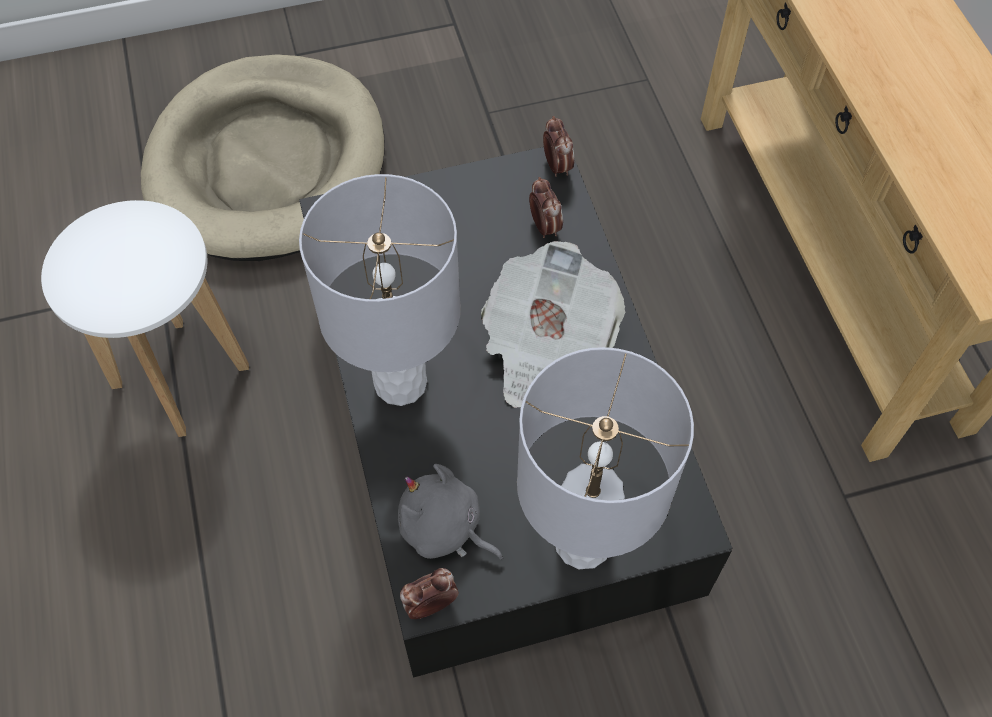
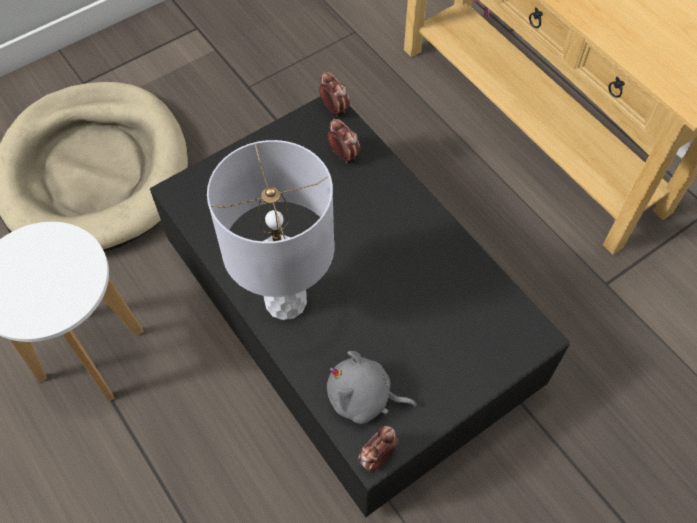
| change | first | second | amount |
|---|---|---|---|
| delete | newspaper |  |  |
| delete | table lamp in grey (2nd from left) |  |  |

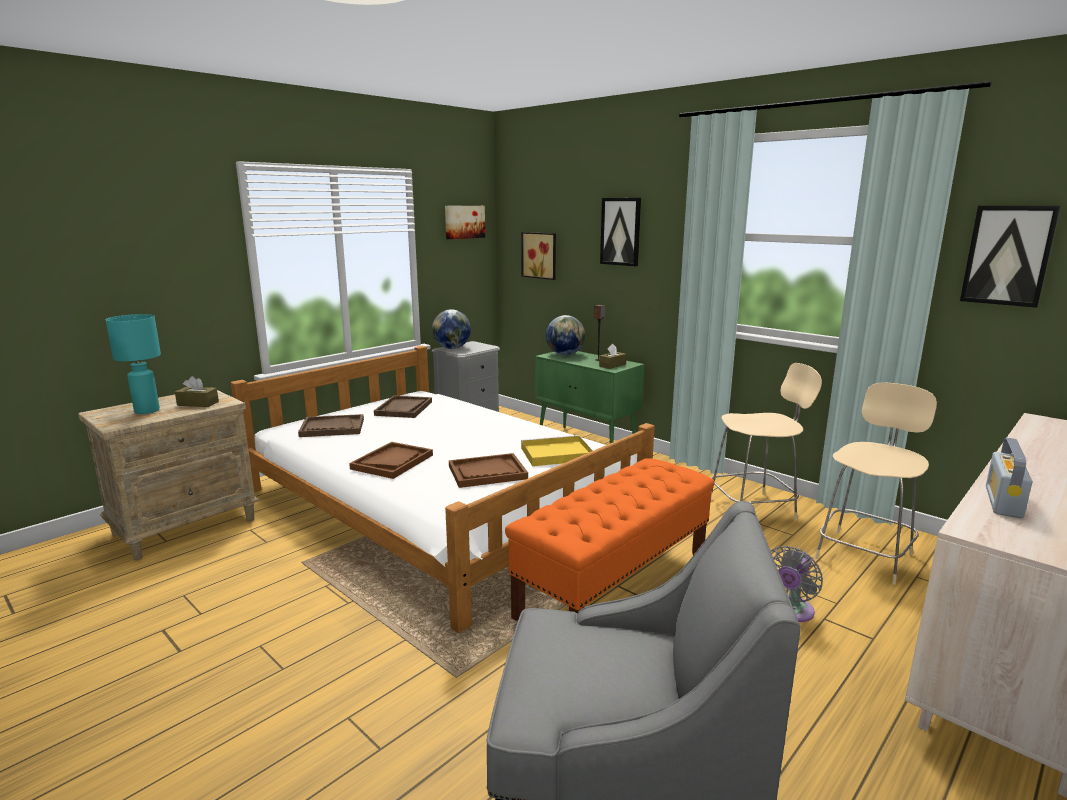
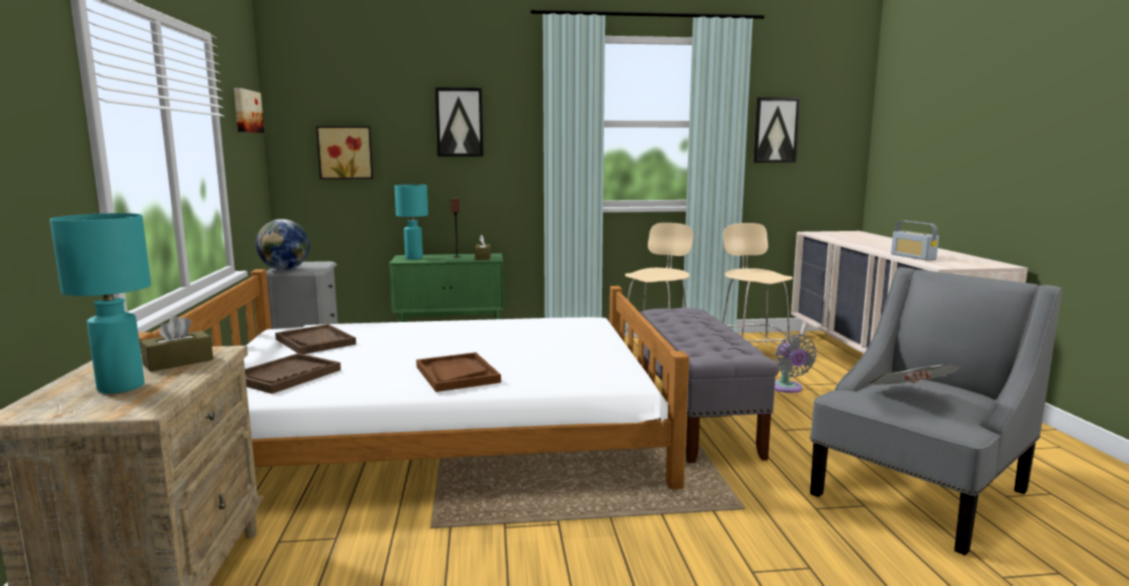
| change | first | second | amount |
|---|---|---|---|
| delete | tray in brown (4th from left) |  |  |
| recolor | bench in orange | bench in grey |  |
| delete | tray in yellow |  |  |
| replace | globe (2nd from left) | table lamp in turquoise (2nd from left) |  |
| insert |  | newspaper |  |

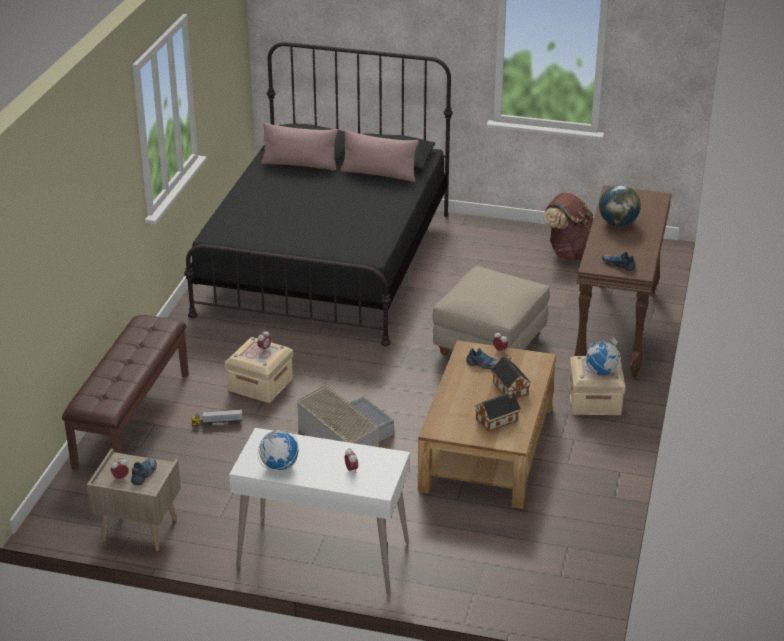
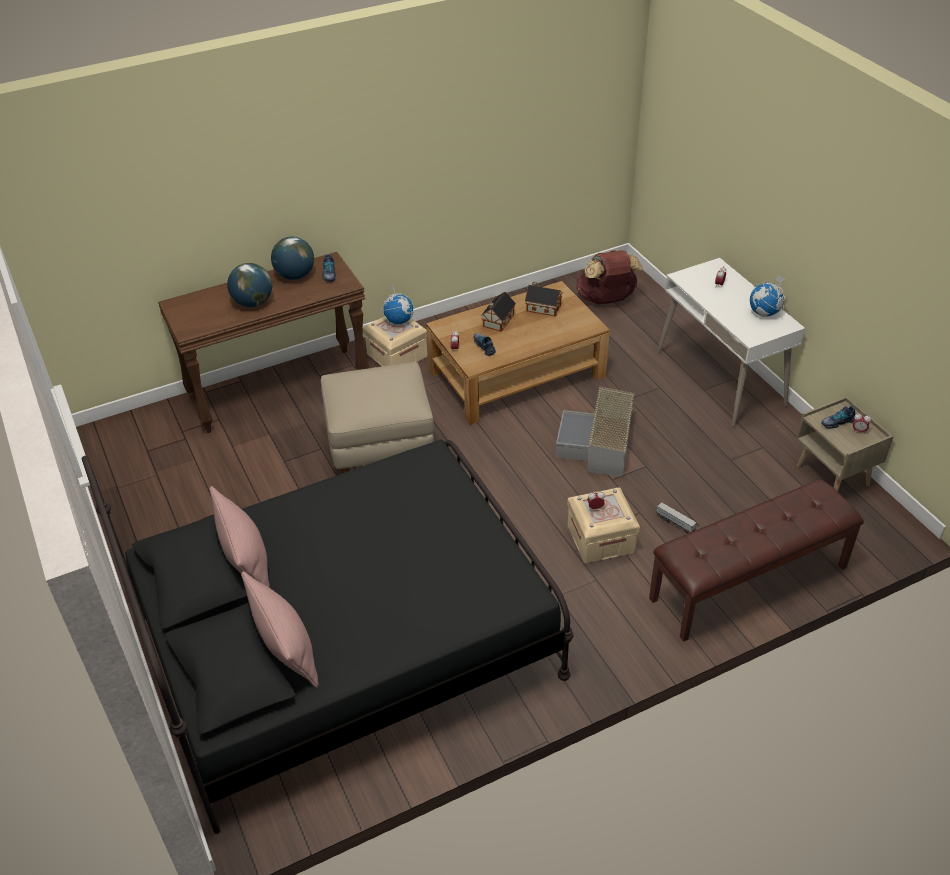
| change | first | second | amount |
|---|---|---|---|
| move | backpack in brown |  |  |
| insert |  | globe (2nd from left) |  |

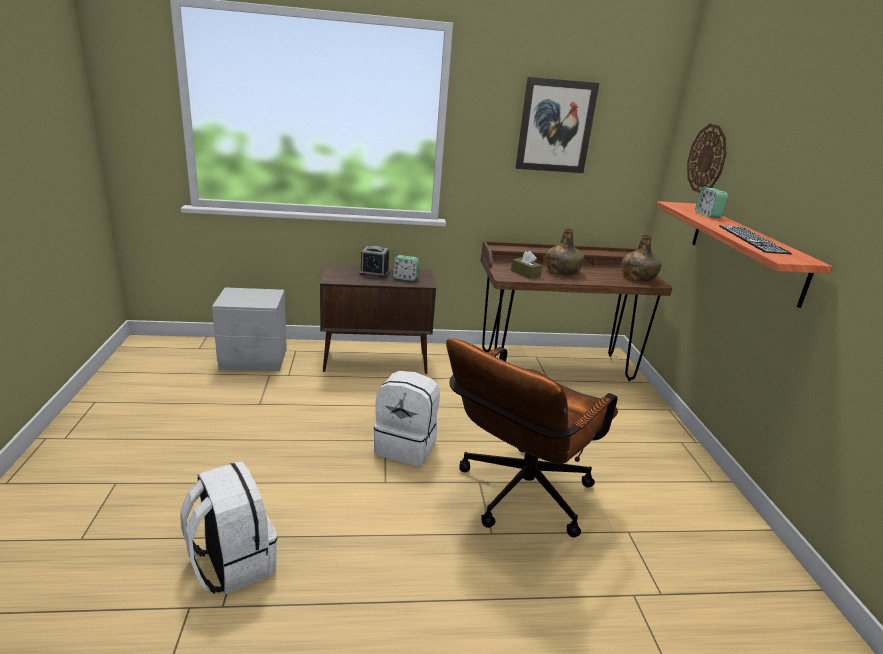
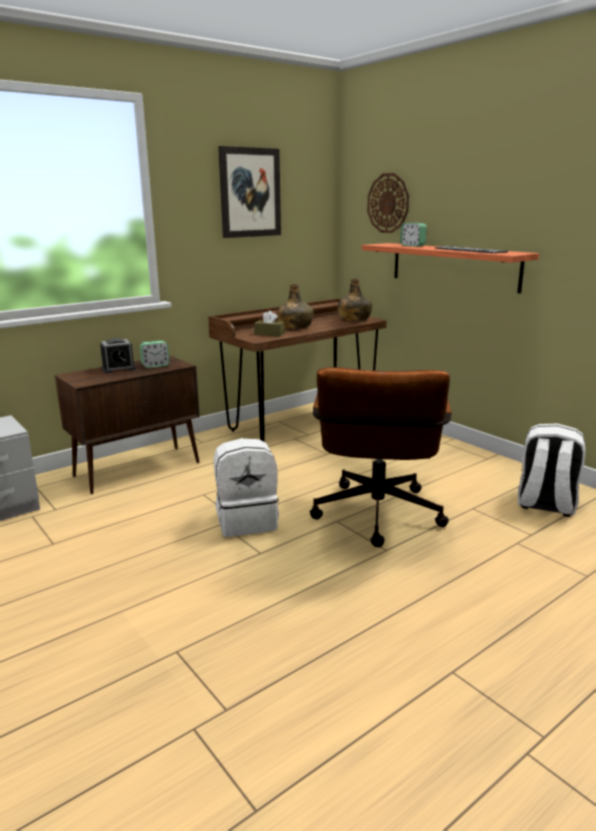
| change | first | second | amount |
|---|---|---|---|
| move | backpack in white (1st from left in the first image) | backpack in white (2nd from left) |  |

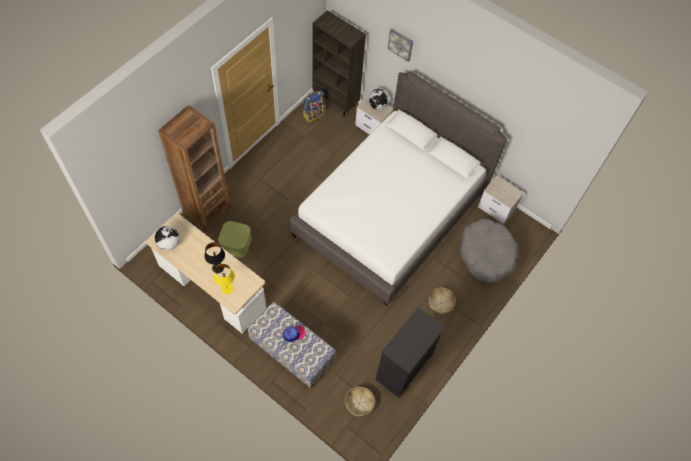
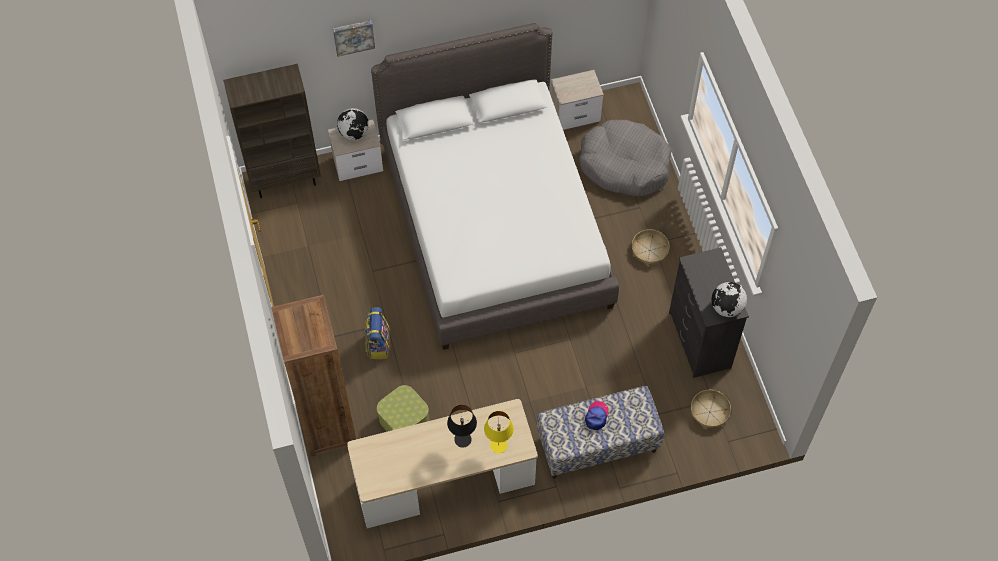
| change | first | second | amount |
|---|---|---|---|
| move | globe (1st from left in the first image) | globe (2nd from left) |  |
| move | backpack |  |  |

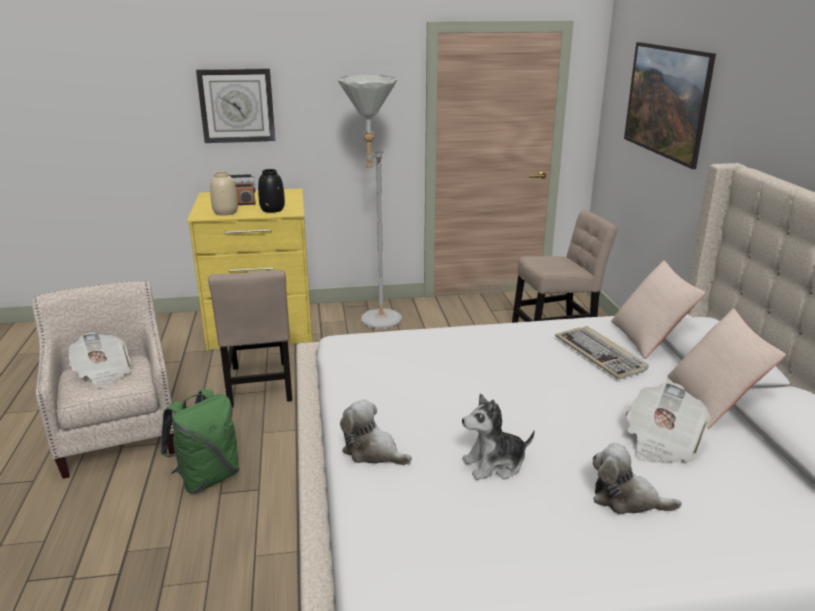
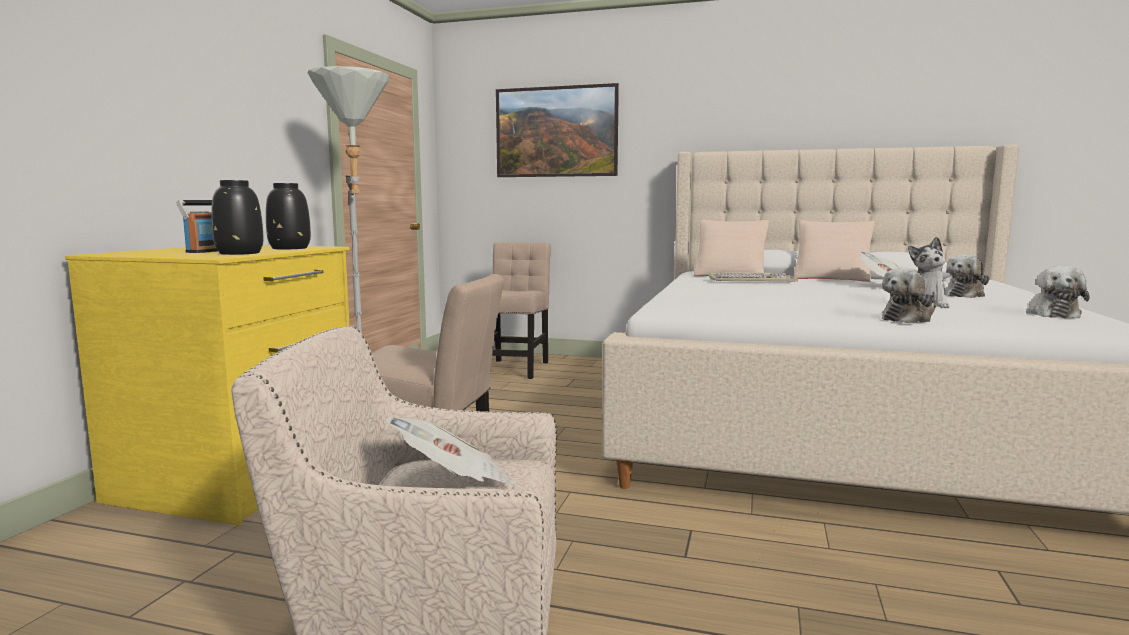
| change | first | second | amount |
|---|---|---|---|
| delete | backpack in green |  |  |
| delete | wall clock |  |  |
| recolor | vase in beige | vase in black (1st from left) |  |
| insert |  | plush toy (4th from left) |  |

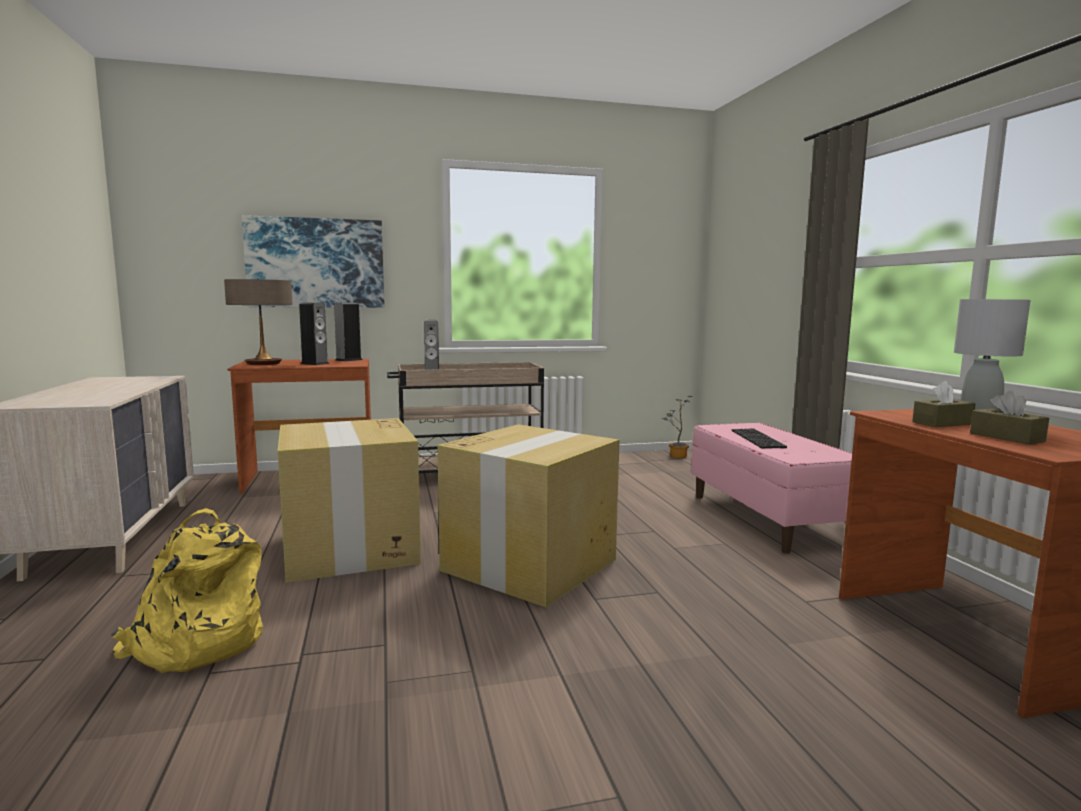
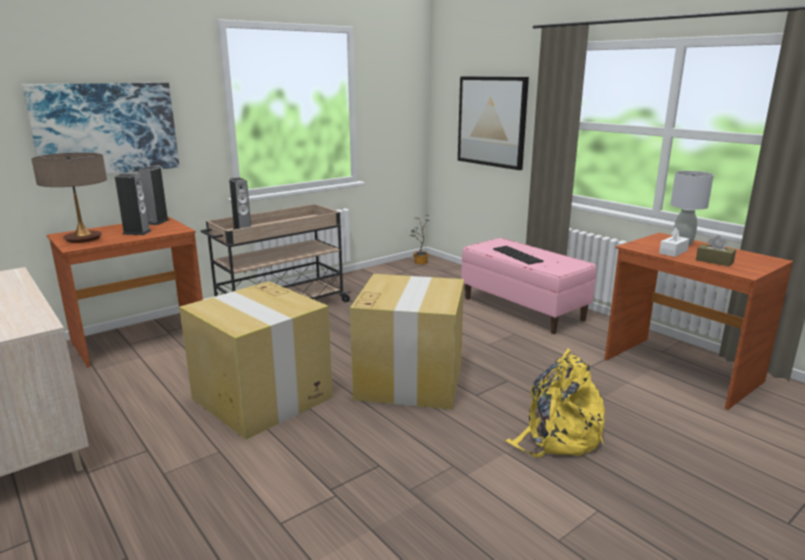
| change | first | second | amount |
|---|---|---|---|
| move | backpack in yellow |  |  |
| recolor | tissue box in brown (1st from left) | tissue box in white |  |
| insert |  | picture (2nd from left) |  |

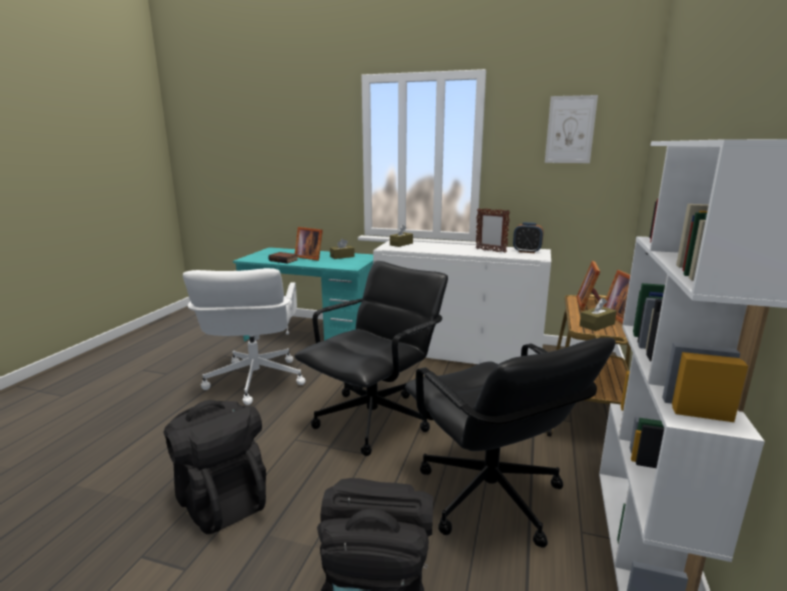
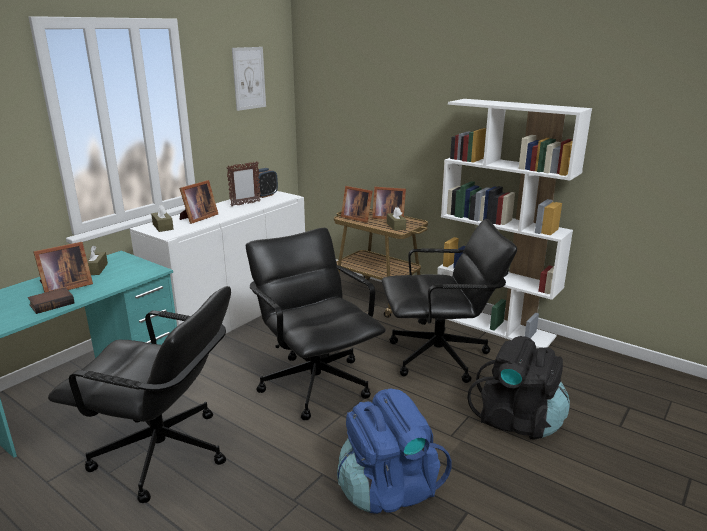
| change | first | second | amount |
|---|---|---|---|
| recolor | backpack in black (1st from left) | backpack in blue |  |
| recolor | office chair in white | office chair in black (1st from left) |  |
| insert |  | picture frame (2nd from left) |  |

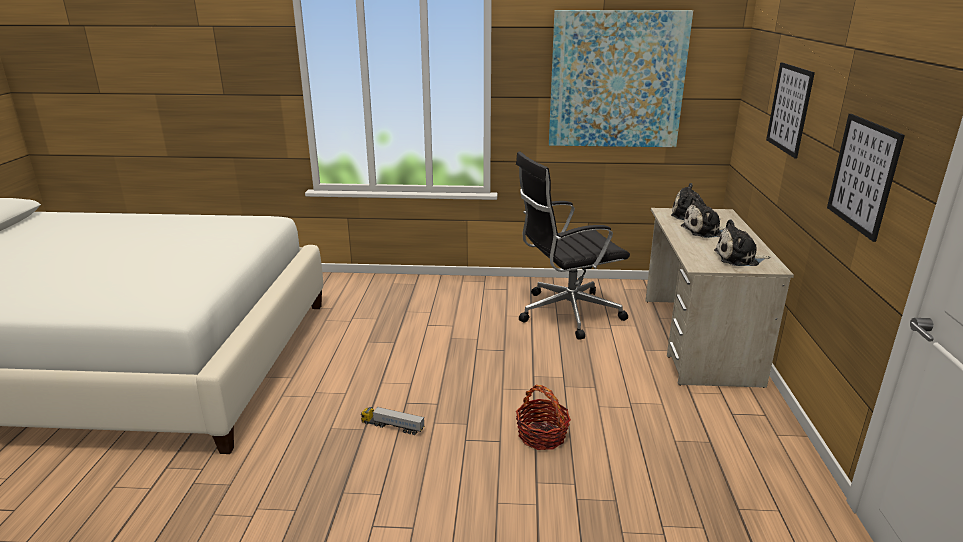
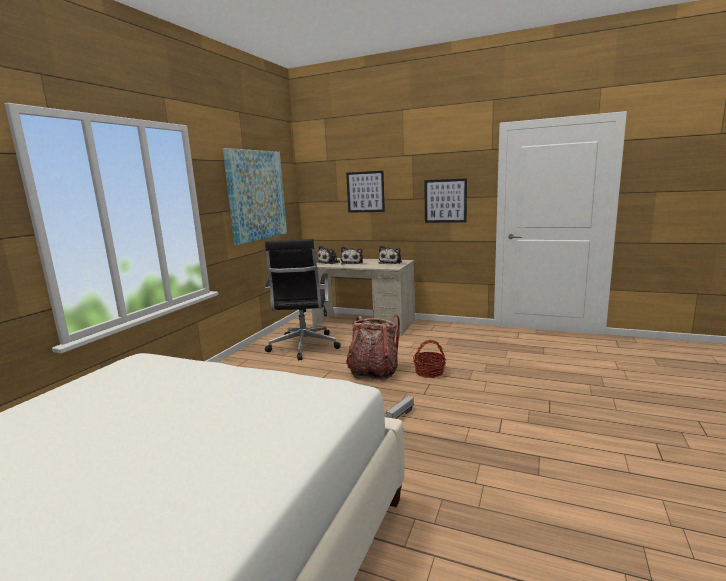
| change | first | second | amount |
|---|---|---|---|
| insert |  | backpack |  |

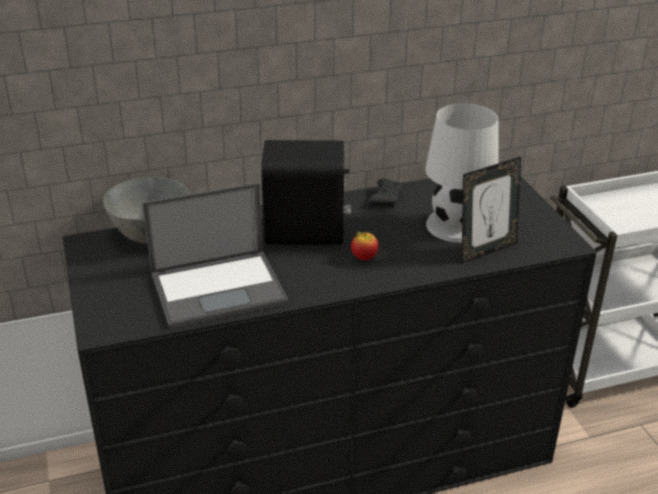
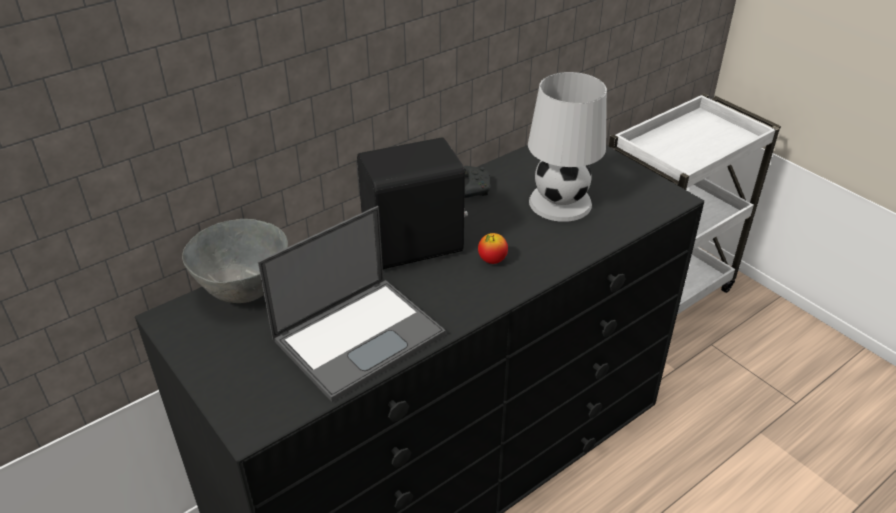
| change | first | second | amount |
|---|---|---|---|
| delete | picture frame |  |  |

